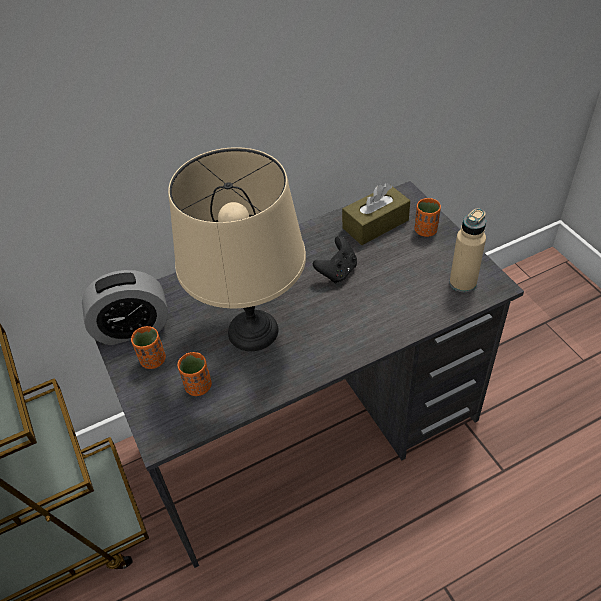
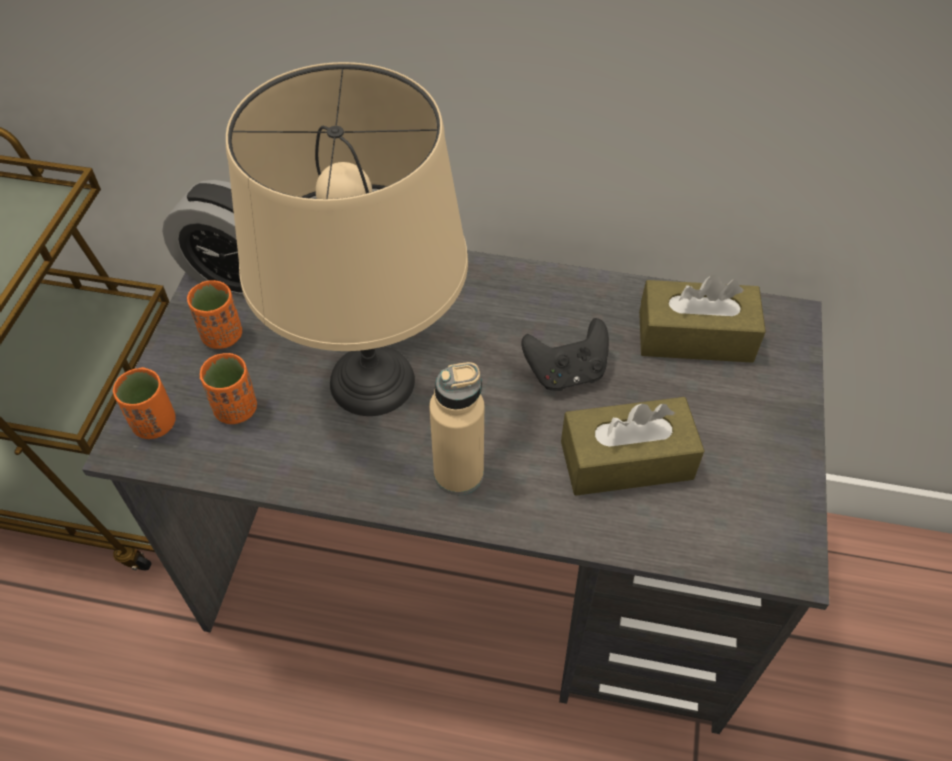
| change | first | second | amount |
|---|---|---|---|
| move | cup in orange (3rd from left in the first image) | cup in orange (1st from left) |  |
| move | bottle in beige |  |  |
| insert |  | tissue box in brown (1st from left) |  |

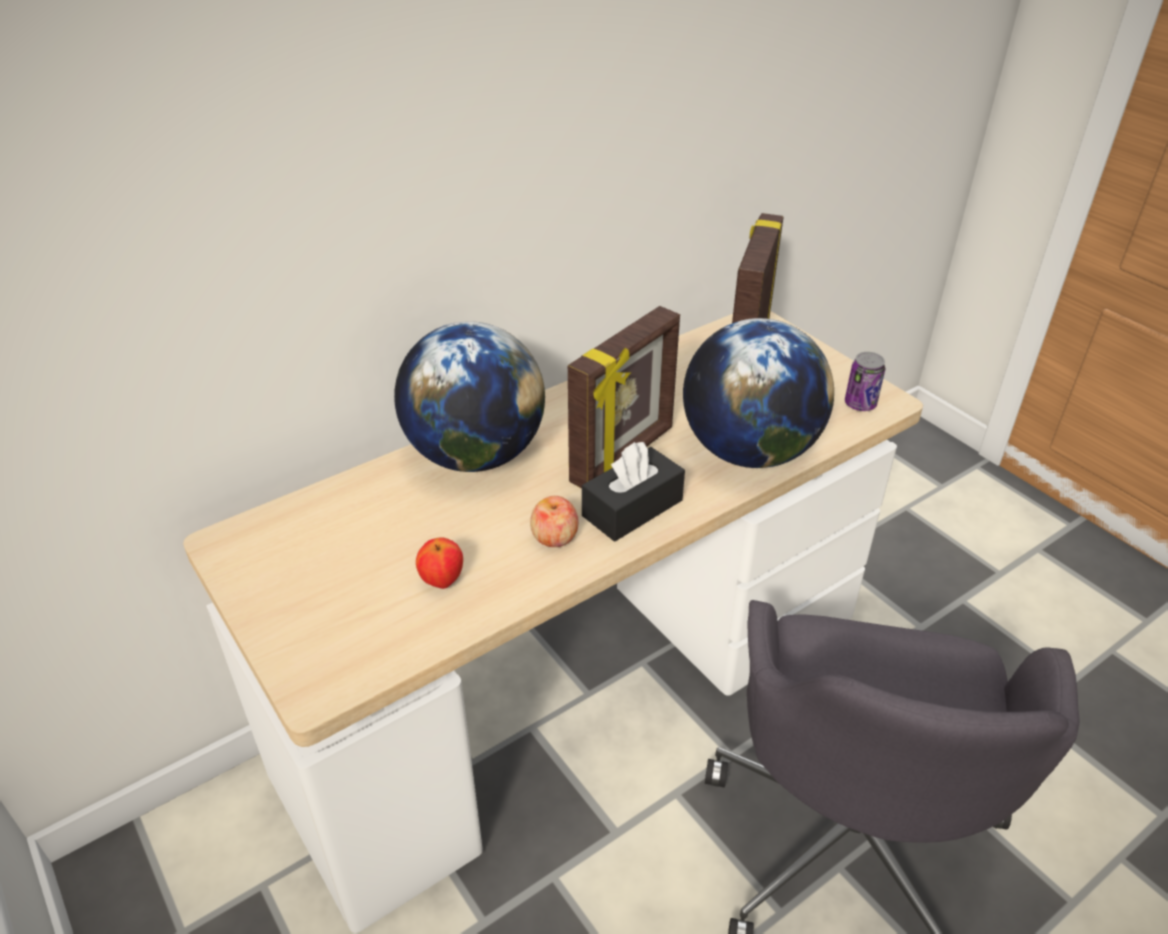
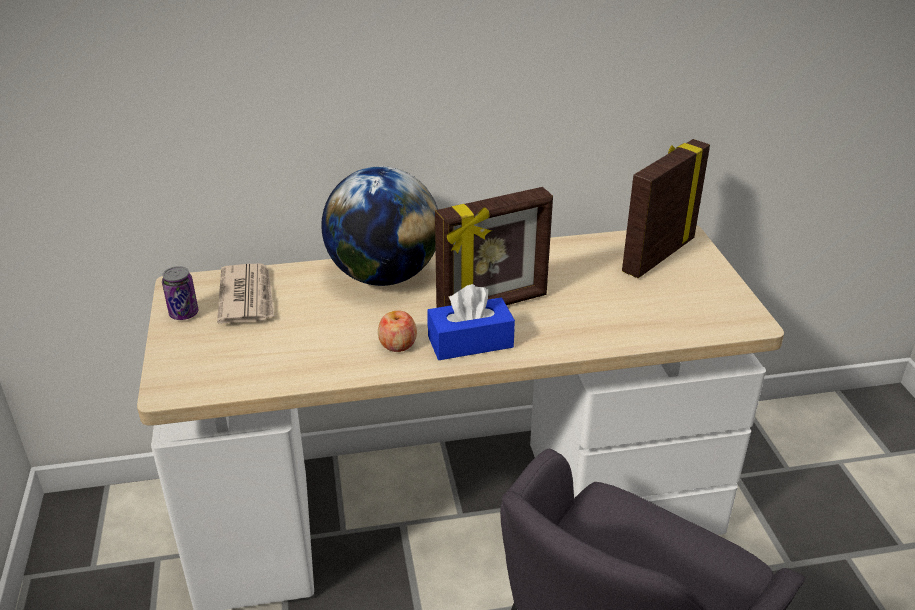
| change | first | second | amount |
|---|---|---|---|
| delete | apple (1st from left) |  |  |
| recolor | tissue box in black | tissue box in blue |  |
| delete | globe (2nd from left) |  |  |
| move | can |  |  |
| insert |  | newspaper |  |

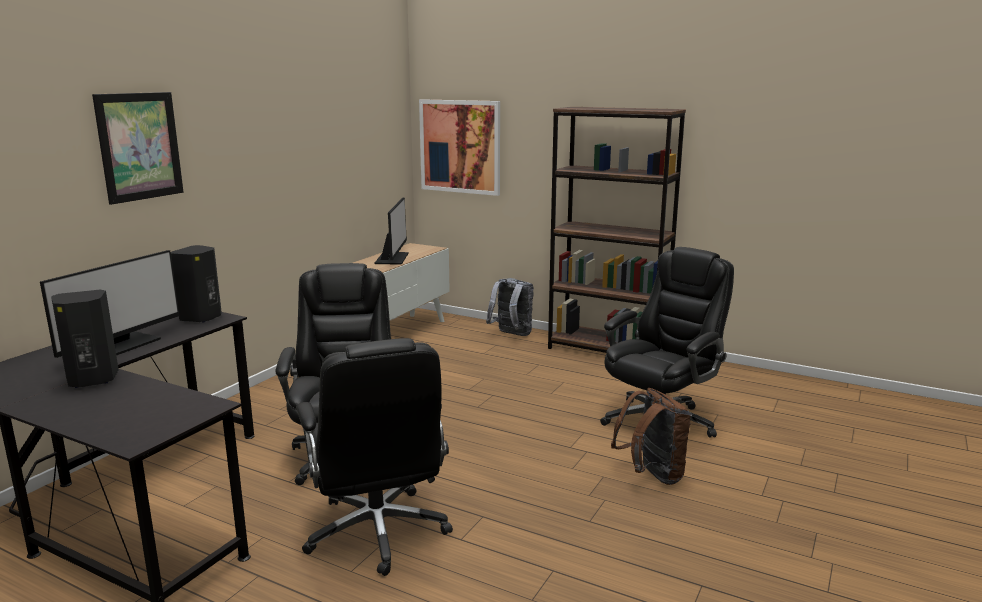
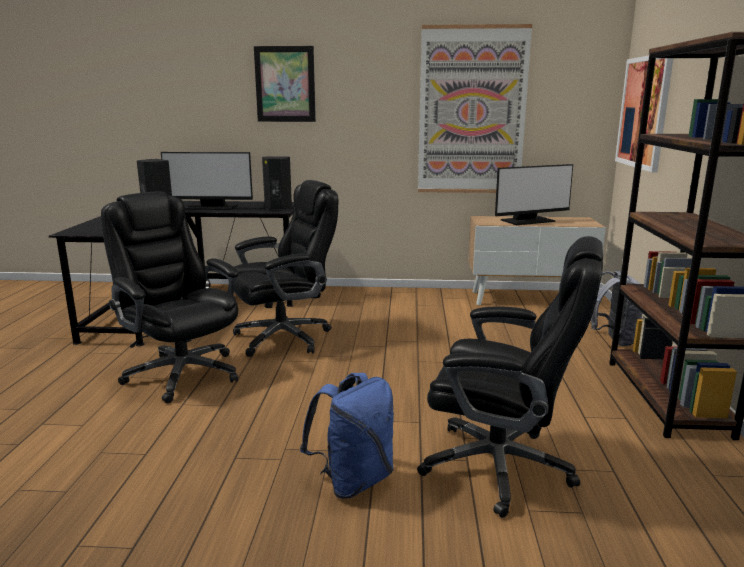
| change | first | second | amount |
|---|---|---|---|
| rotate | office chair in black (2nd from left in the first image) | office chair in black (1st from left) | 90 degrees clockwise |
| recolor | backpack in brown | backpack in blue |  |
| insert |  | picture (2nd from left) |  |

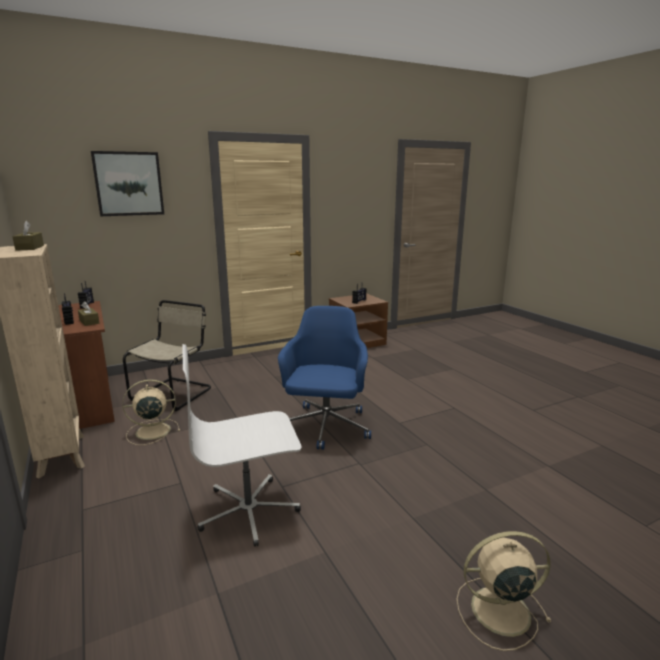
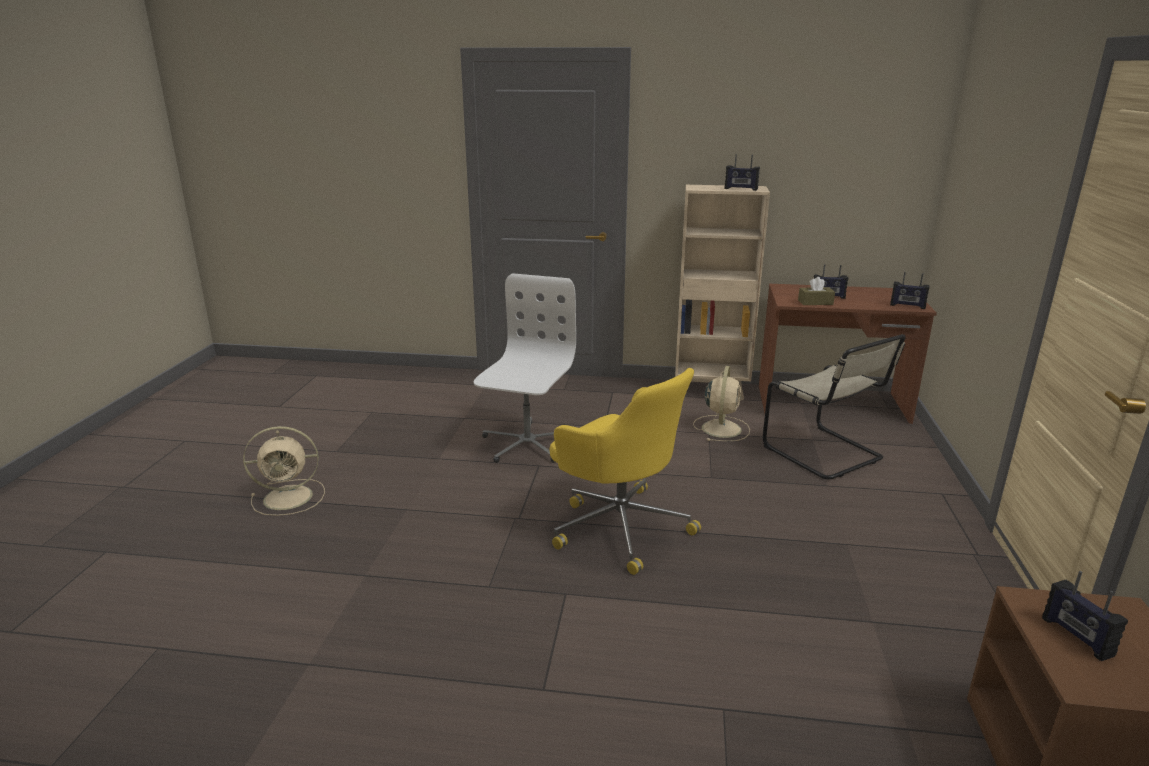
| change | first | second | amount |
|---|---|---|---|
| replace | tissue box in brown (1st from left) | radio (1st from left) |  |
| delete | picture |  |  |
| recolor | office chair in blue | office chair in yellow |  |
| rotate | fan in beige (2nd from left in the first image) | fan in beige (1st from left) | 45 degrees clockwise |

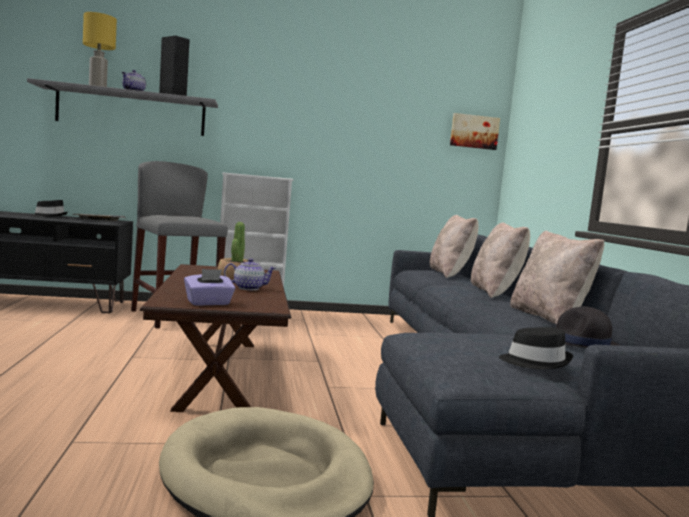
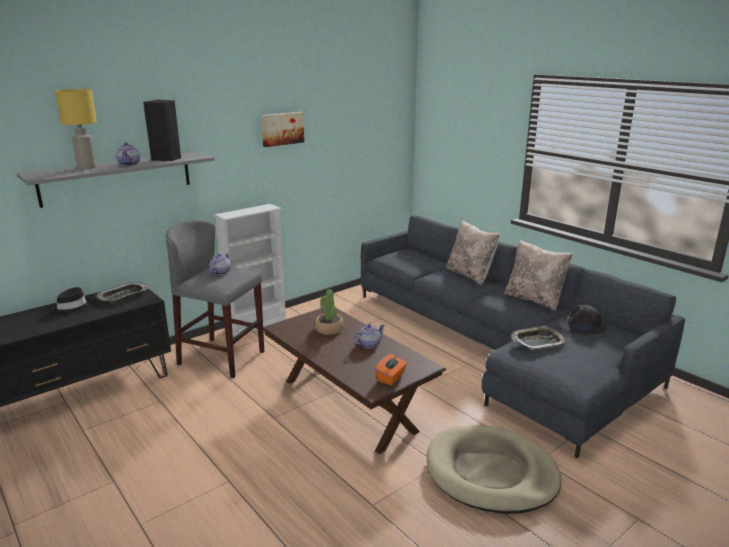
| change | first | second | amount |
|---|---|---|---|
| recolor | tissue box in purple | tissue box in orange |  |
| delete | pillow in beige (1st from left) |  |  |
| move | picture |  |  |
| delete | hat in black (2nd from left) |  |  |
| insert |  | teapot (2nd from left) |  |
| insert |  | tray (2nd from left) |  |

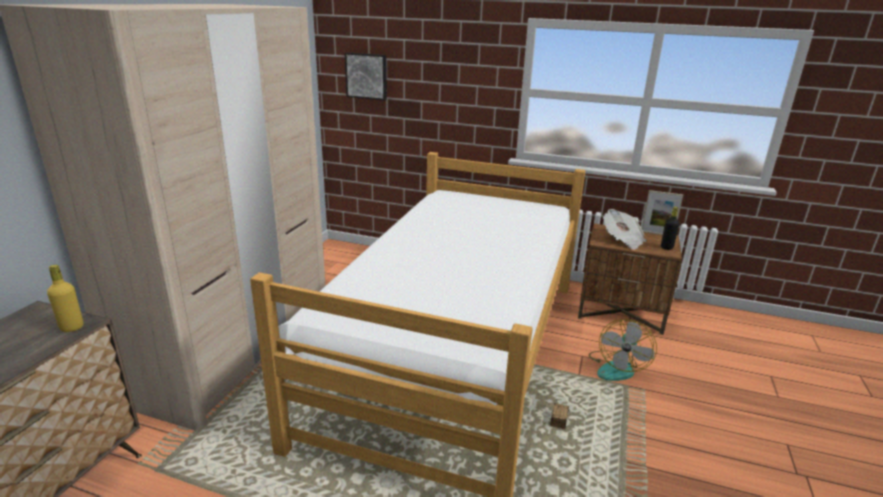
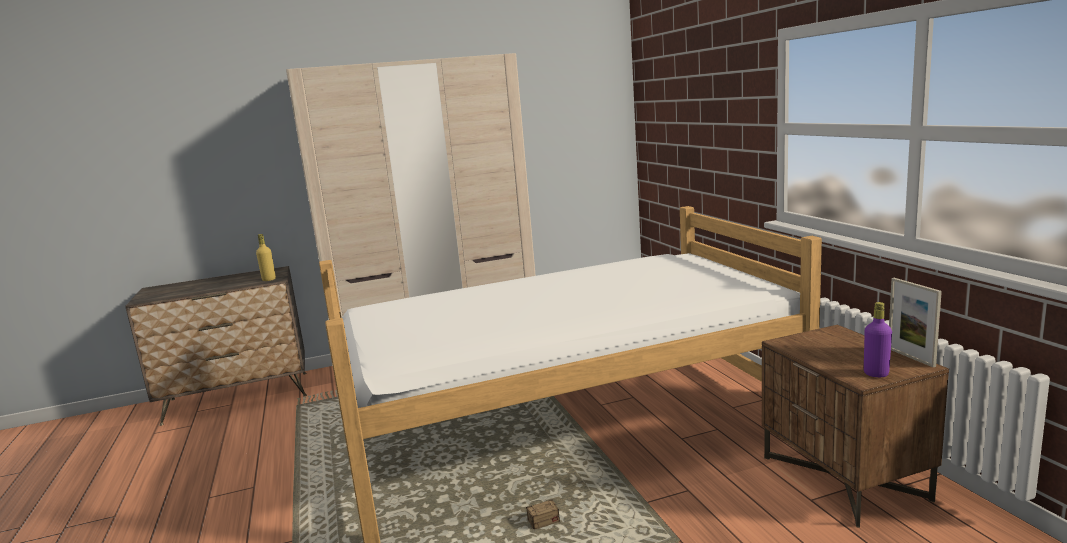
| change | first | second | amount |
|---|---|---|---|
| delete | picture |  |  |
| delete | fan |  |  |
| delete | newspaper |  |  |
| recolor | bottle in black | bottle in purple |  |

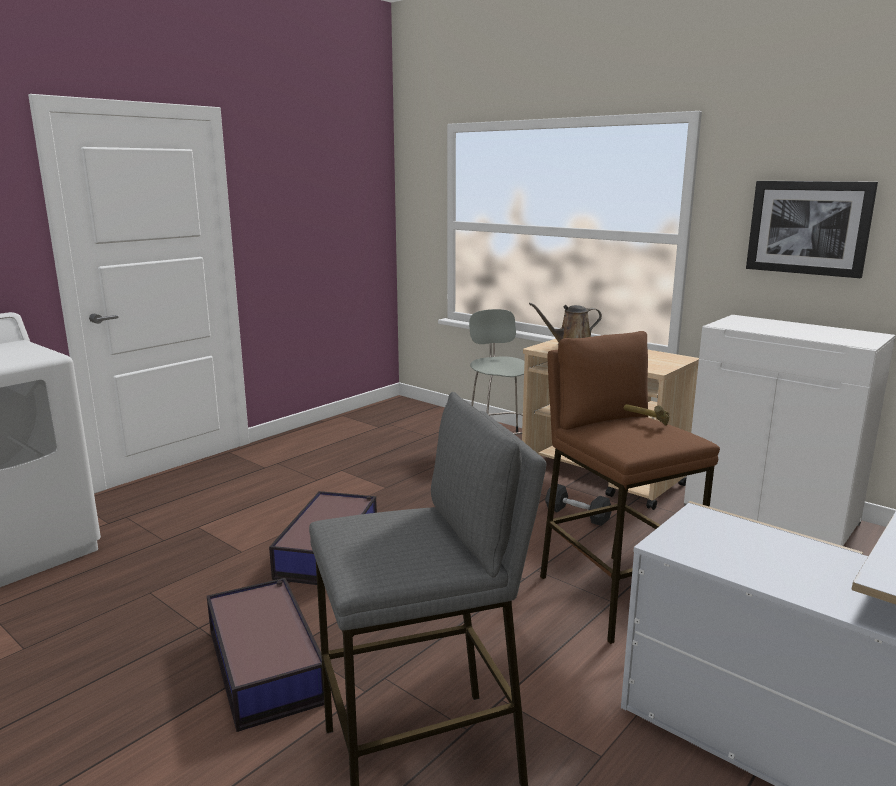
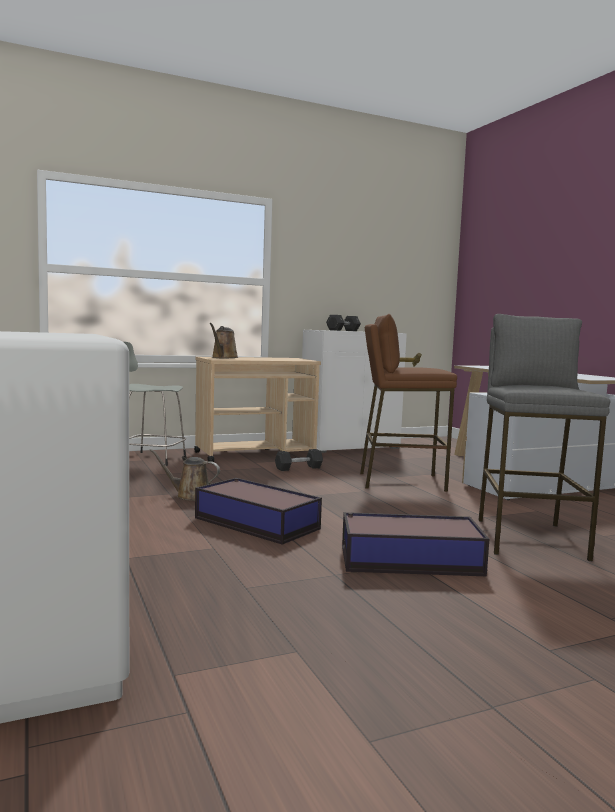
| change | first | second | amount |
|---|---|---|---|
| delete | picture |  |  |
| insert |  | watering can in brown (1st from left) |  |
| insert |  | dumbbell in grey (2nd from left) |  |

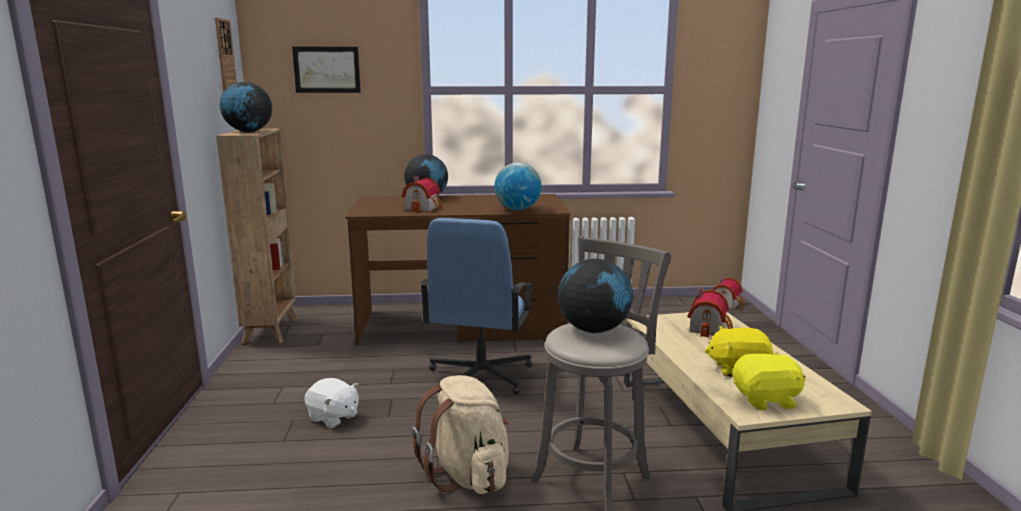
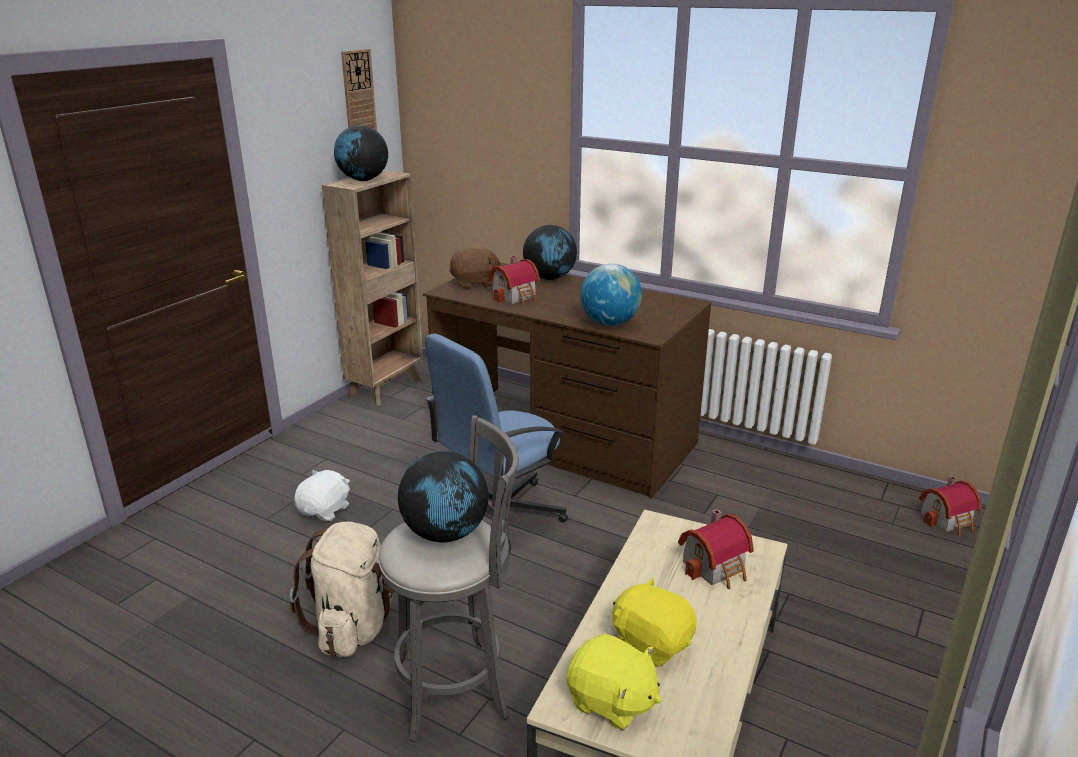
| change | first | second | amount |
|---|---|---|---|
| delete | picture |  |  |
| rotate | plush toy in white |  | 135 degrees counterclockwise |
| insert |  | plush toy in brown |  |

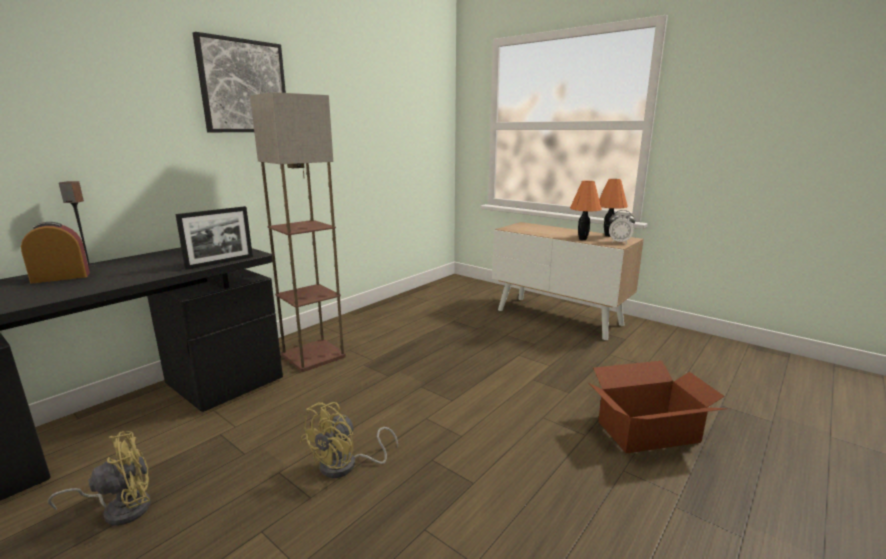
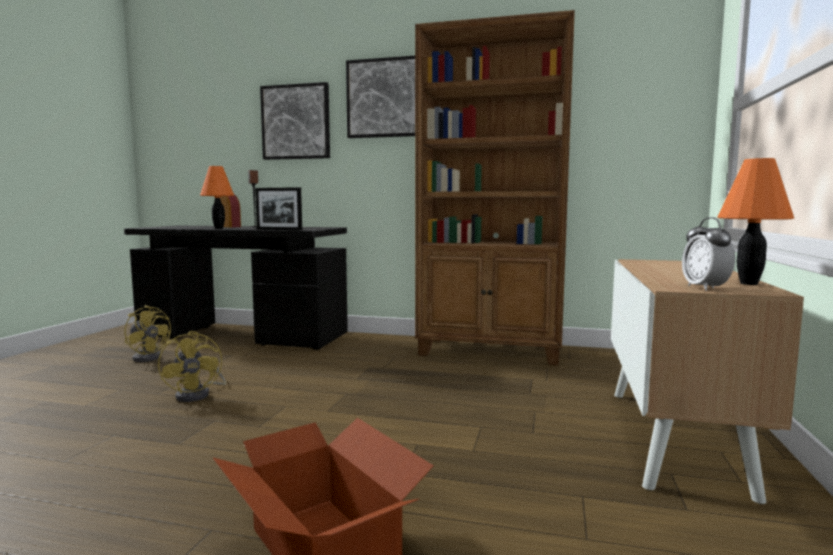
| change | first | second | amount |
|---|---|---|---|
| delete | floor lamp |  |  |
| rotate | fan in yellow (2nd from left) |  | 120 degrees counterclockwise |
| move | table lamp in orange (1st from left) |  |  |
| insert |  | picture (1st from left) |  |
| insert |  | bookcase in brown |  |

